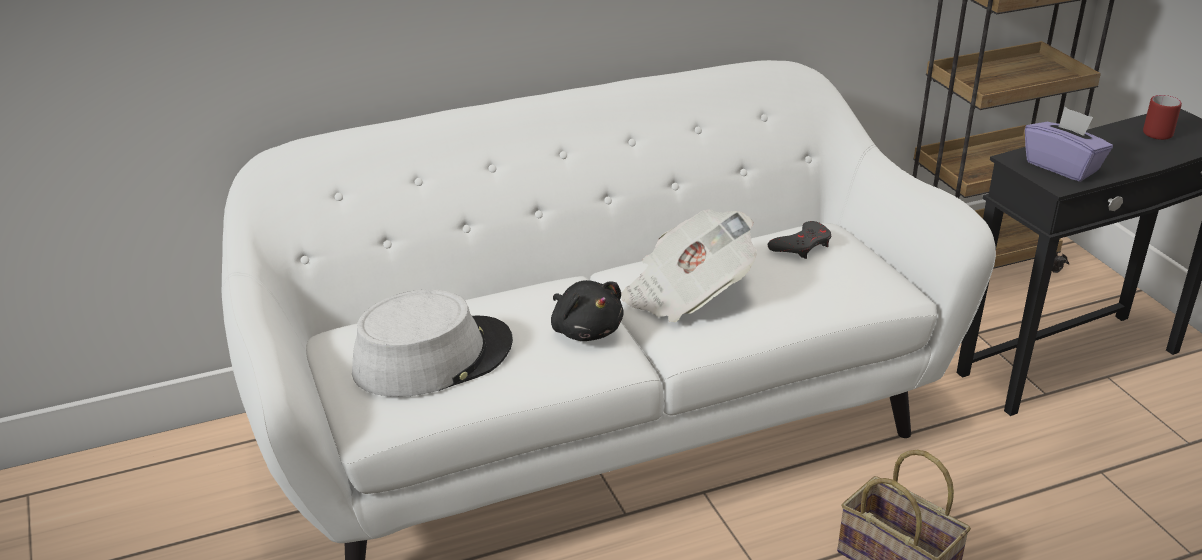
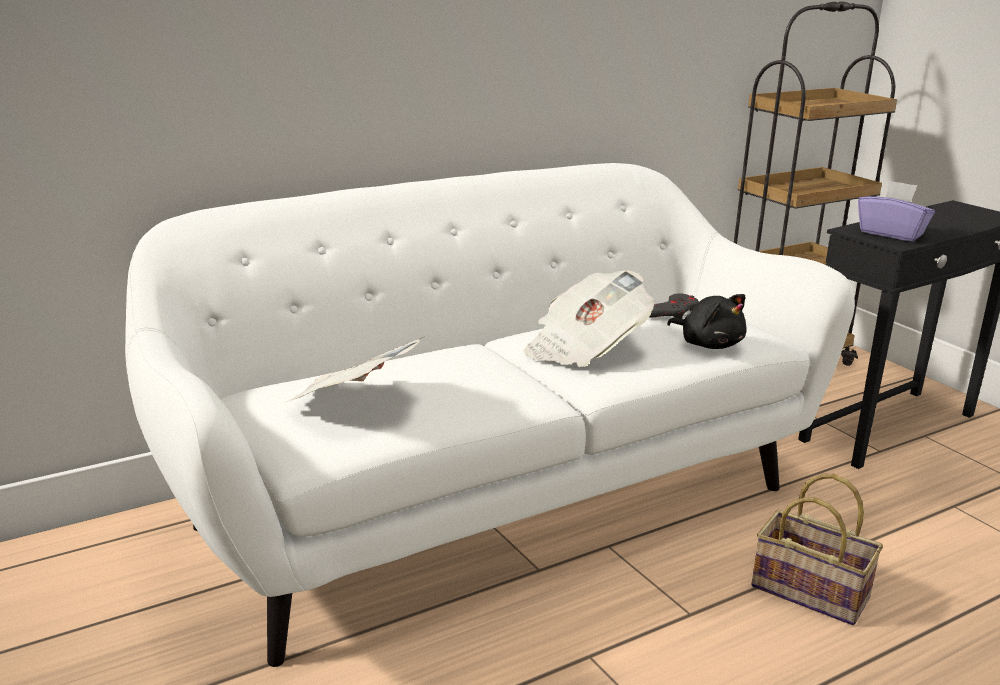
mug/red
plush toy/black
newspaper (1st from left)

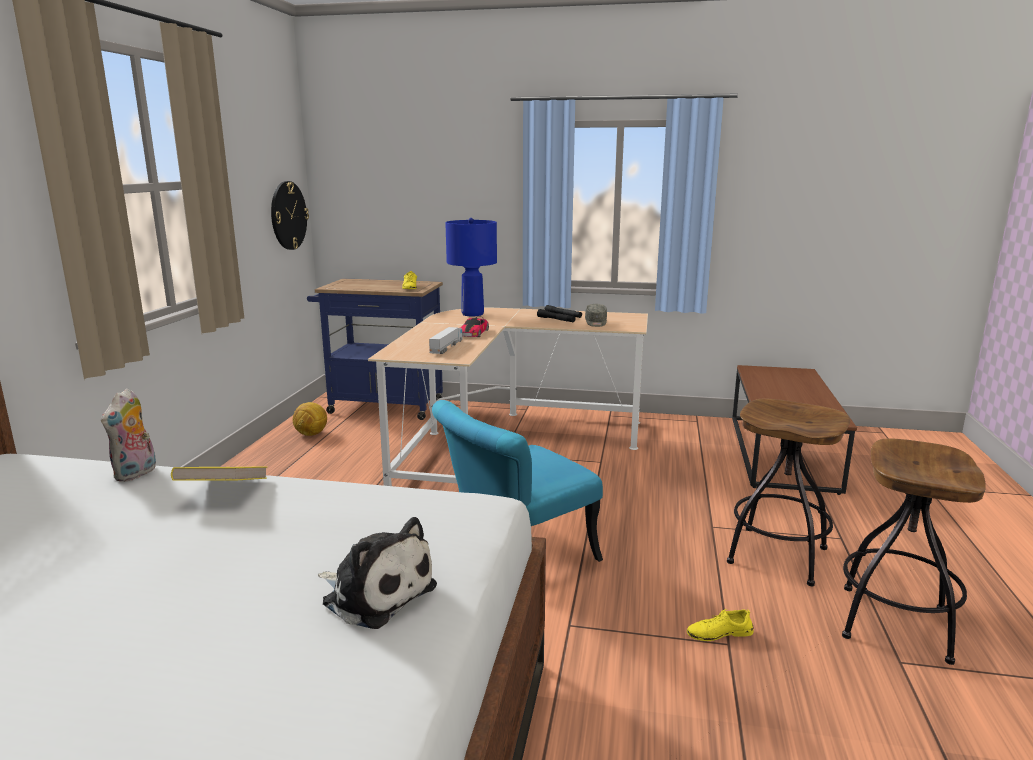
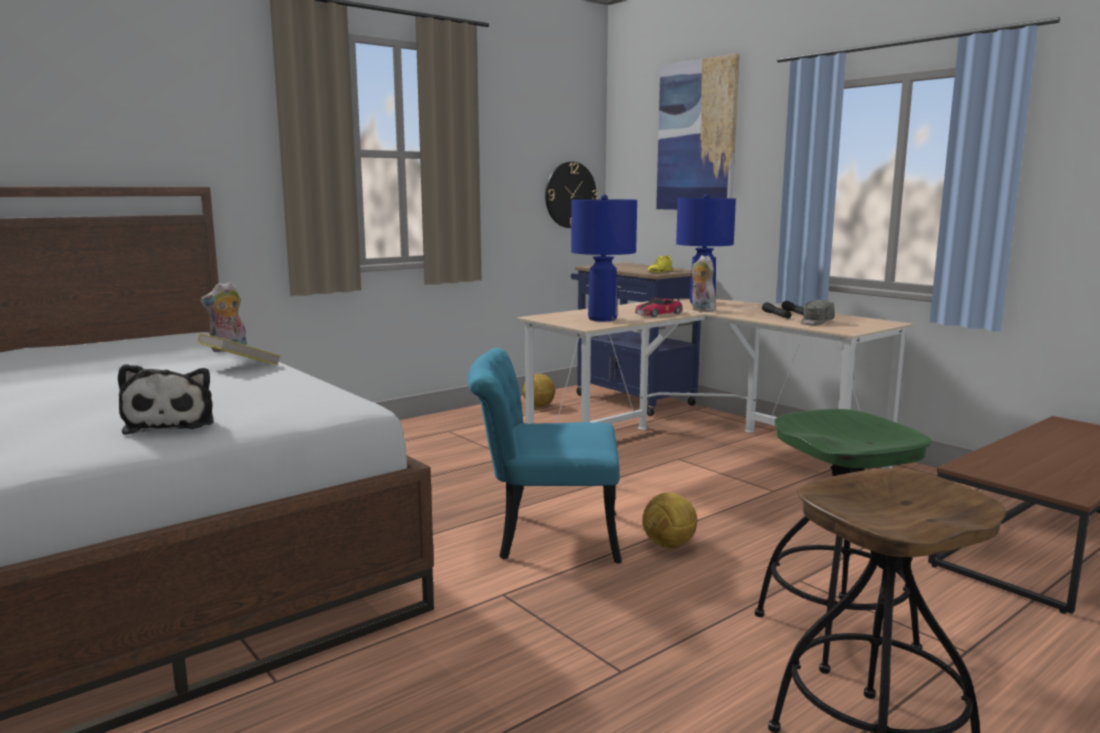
table lamp/blue (1st from left)
stool/green
shoe/yellow (2nd from left in the first image)
picture
plush toy (3rd from left)
football (2nd from left)

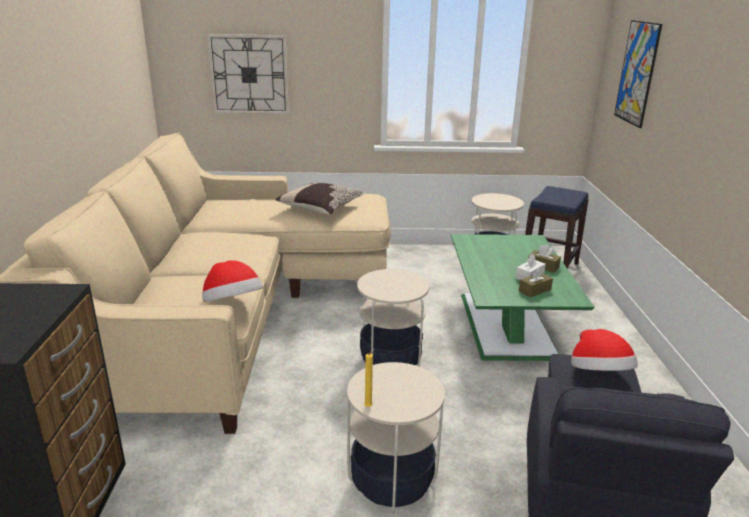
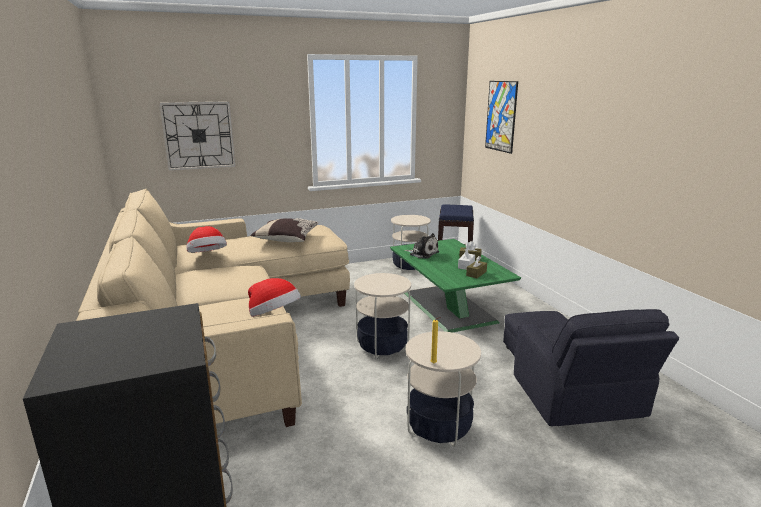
hat (1st from left)
plush toy

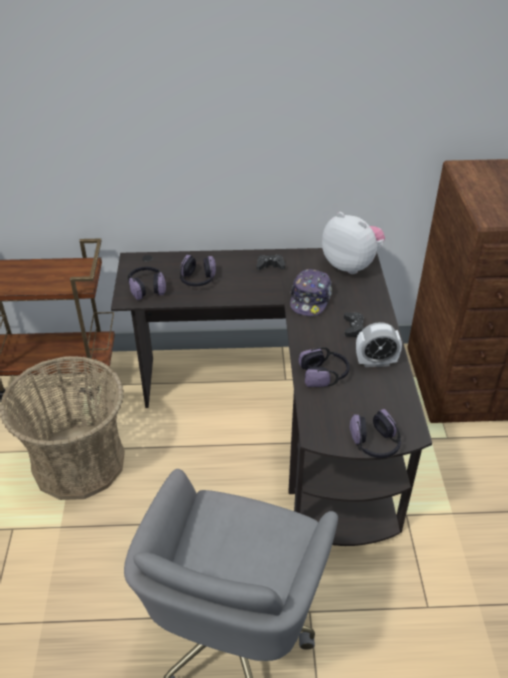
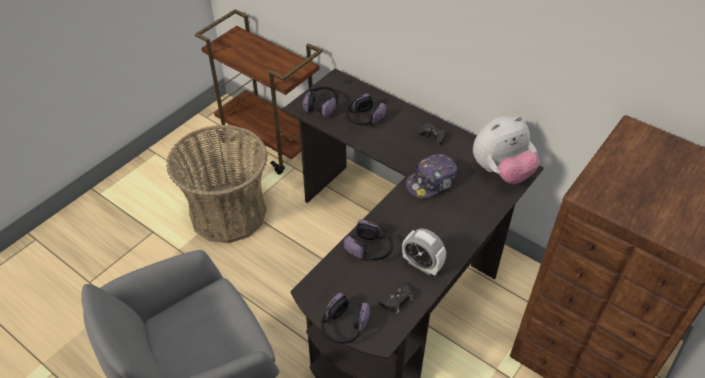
plush toy
game controller/black (1st from left)

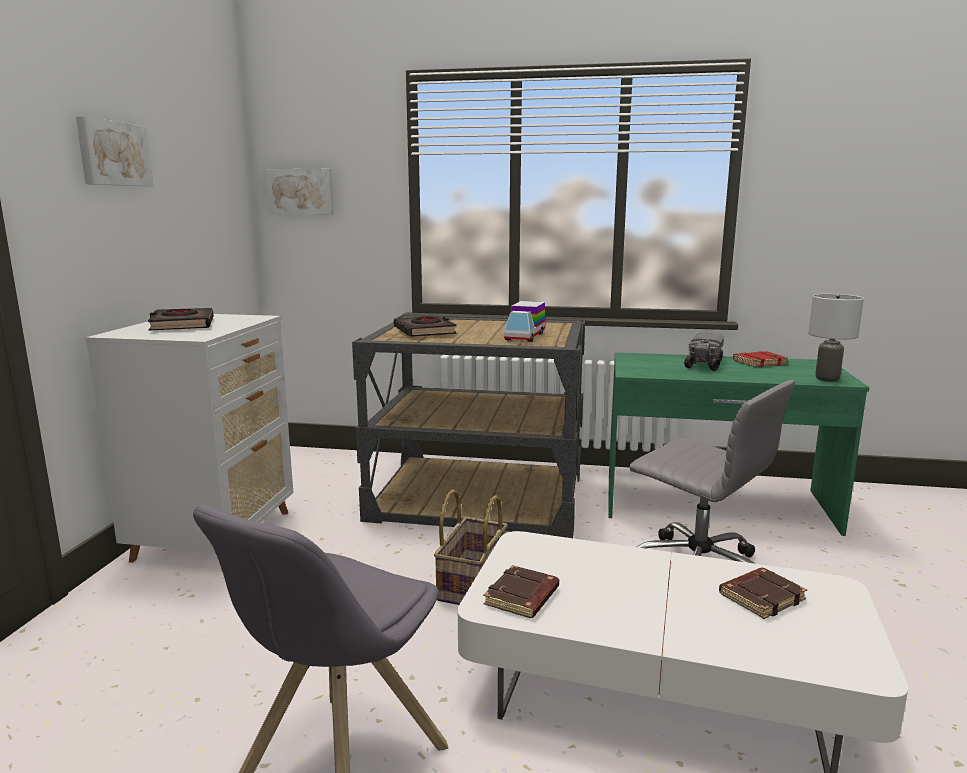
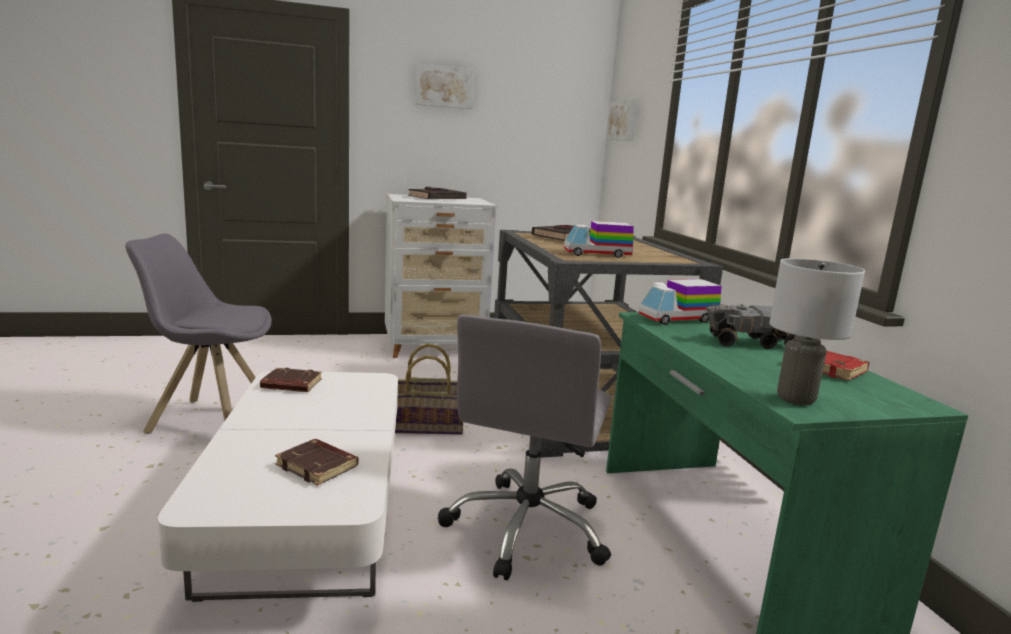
toy truck (2nd from left)

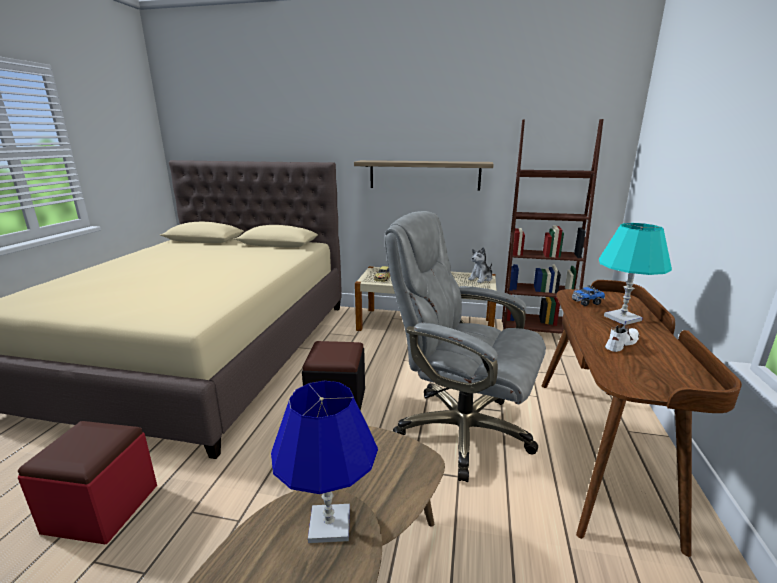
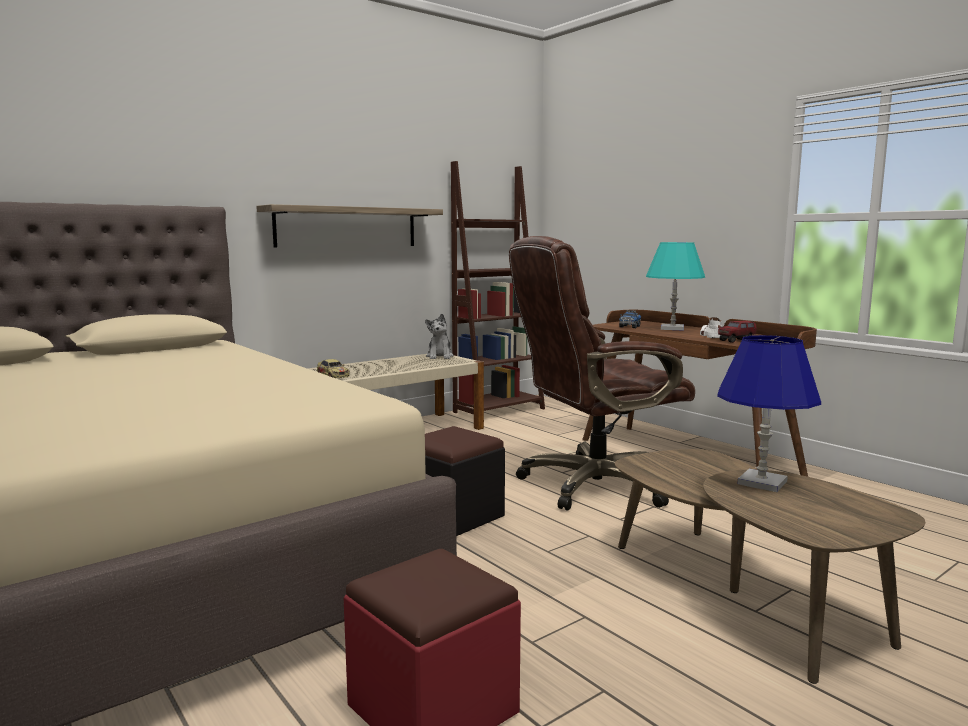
office chair/brown
toy truck (2nd from left)

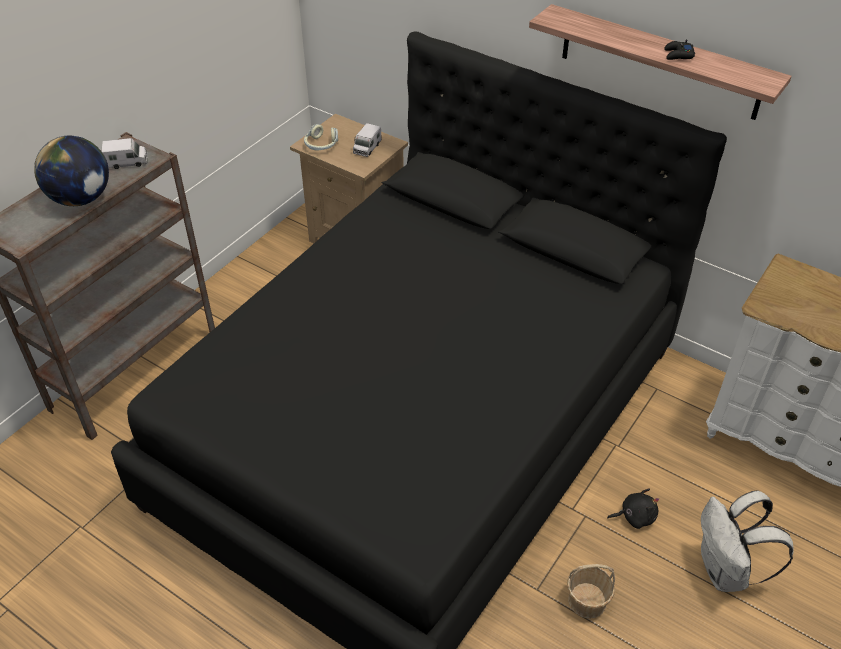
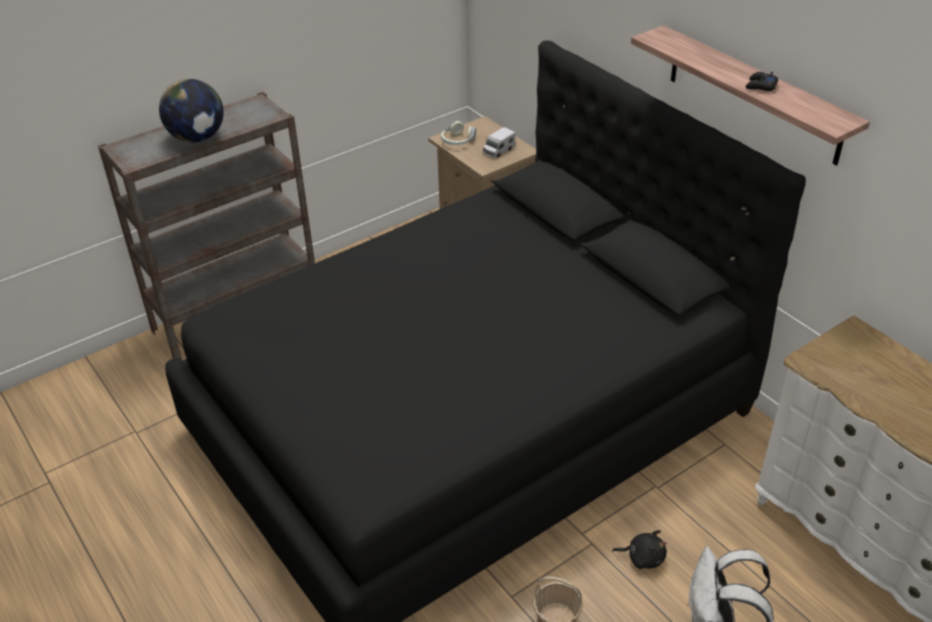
toy truck (1st from left in the first image)

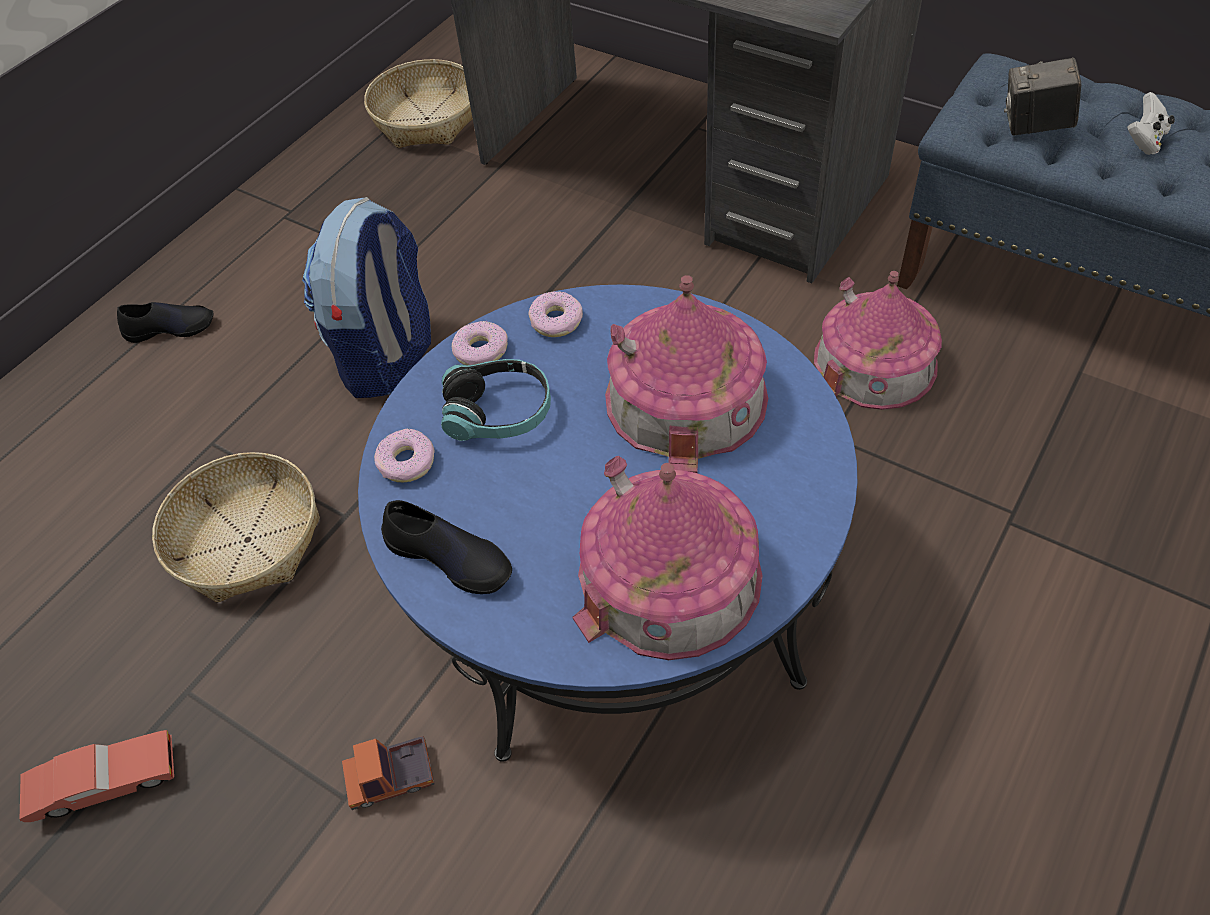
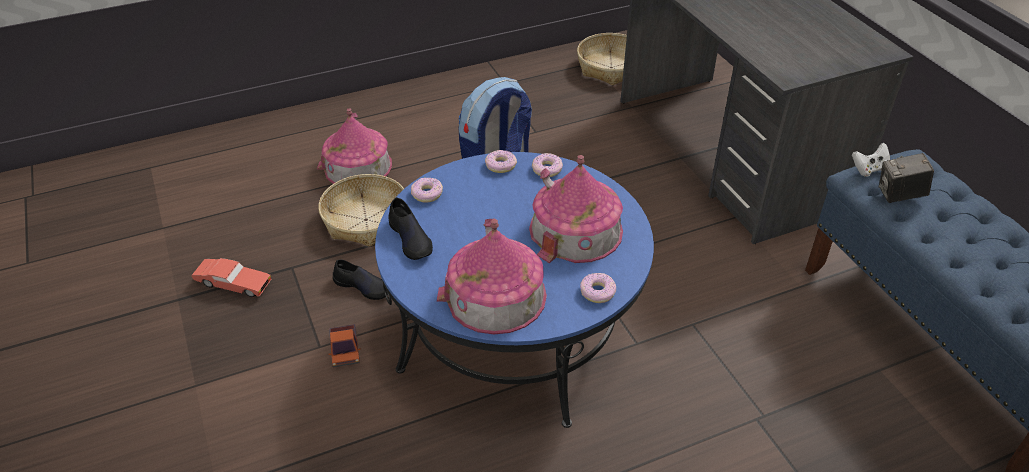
photo camera
game controller/white
toy house (1st from left)
shoe/black (1st from left)
headphones
toy truck
donut (4th from left)

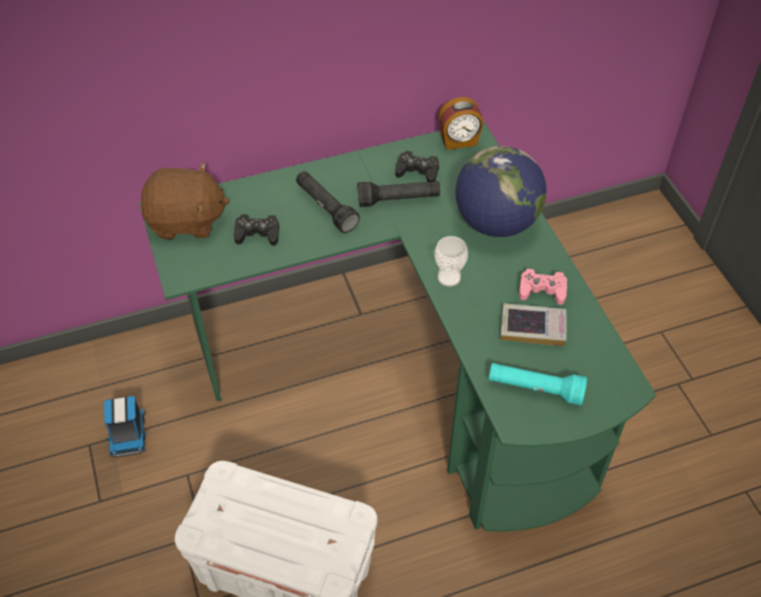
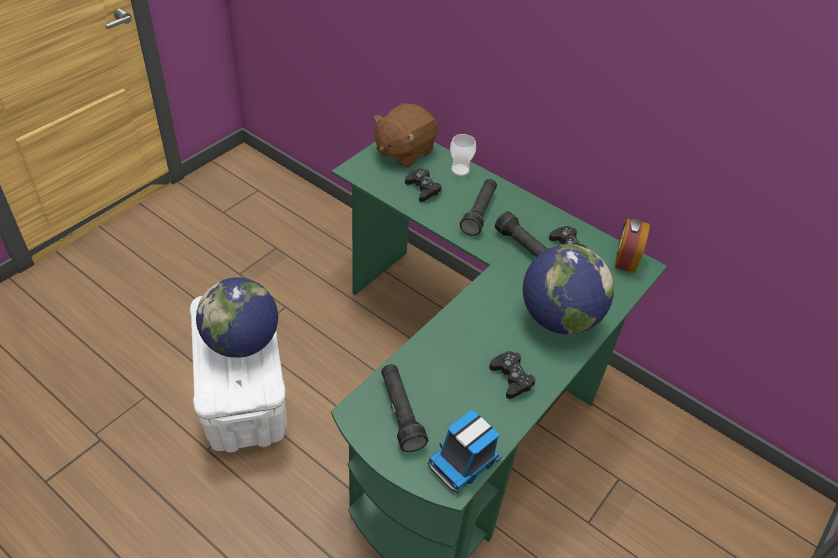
alarm clock
plush toy/brown
cup
game controller/black (2nd from left)
book
flashlight/black (1st from left)
toy truck
globe (1st from left)

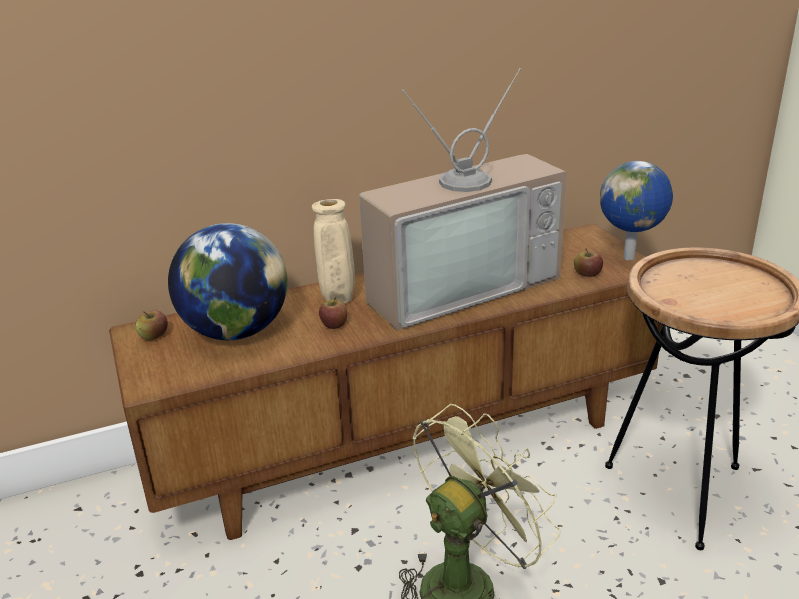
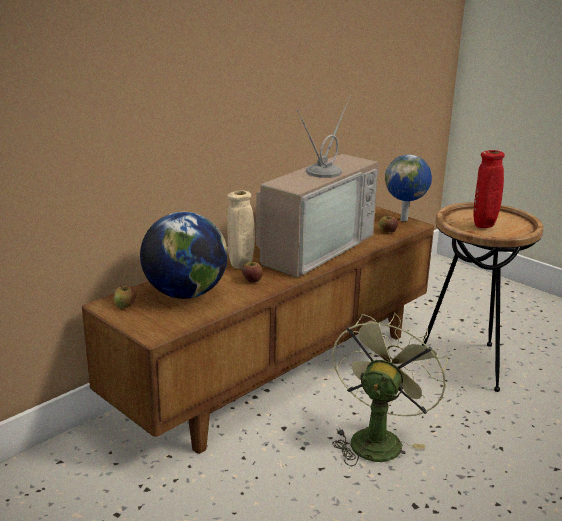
vase/red

